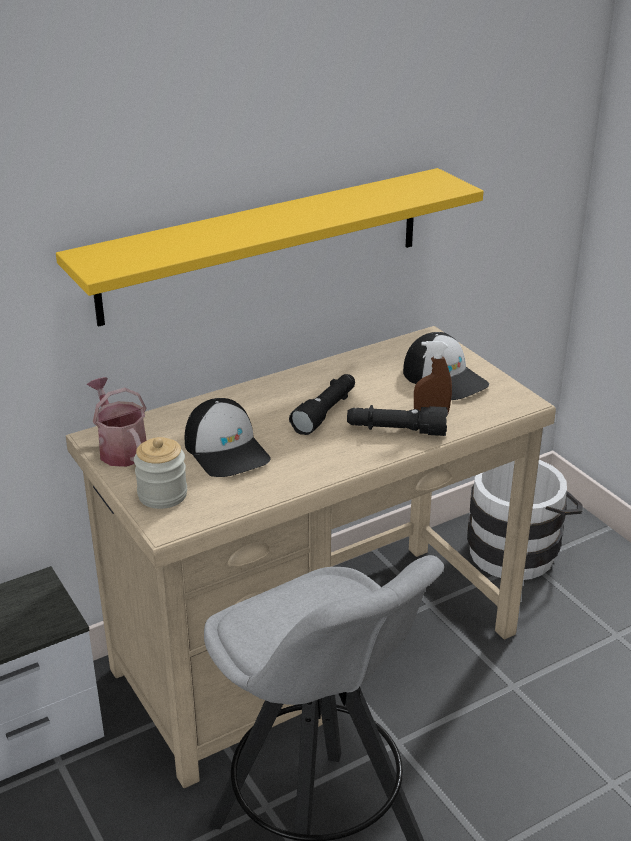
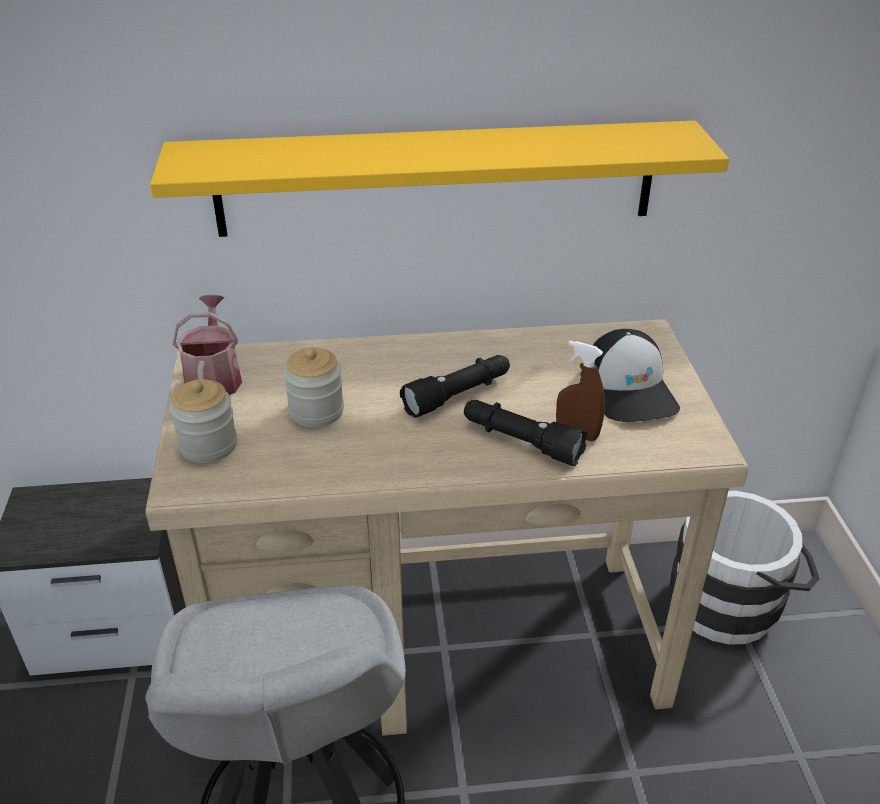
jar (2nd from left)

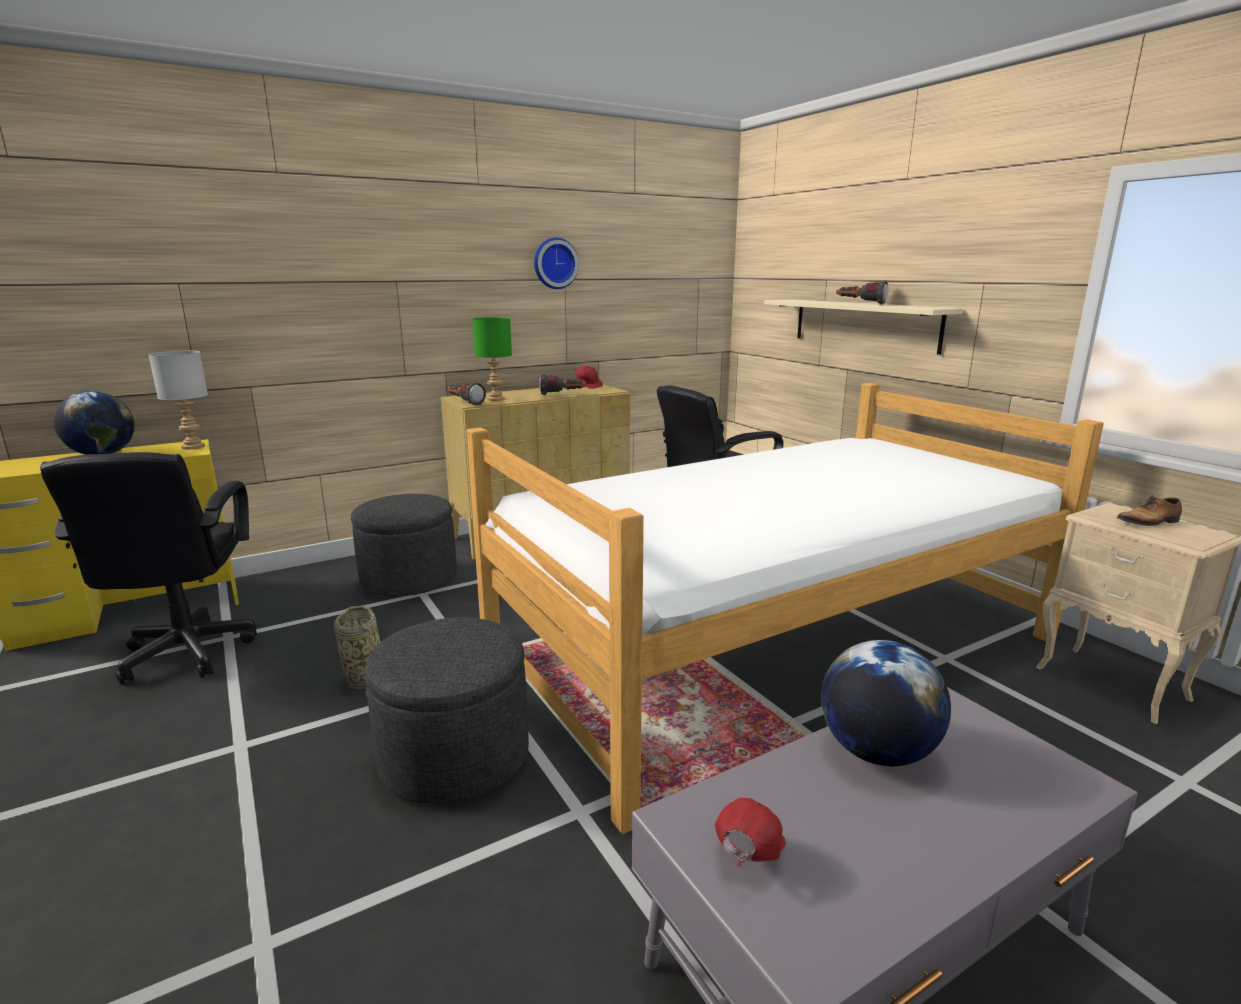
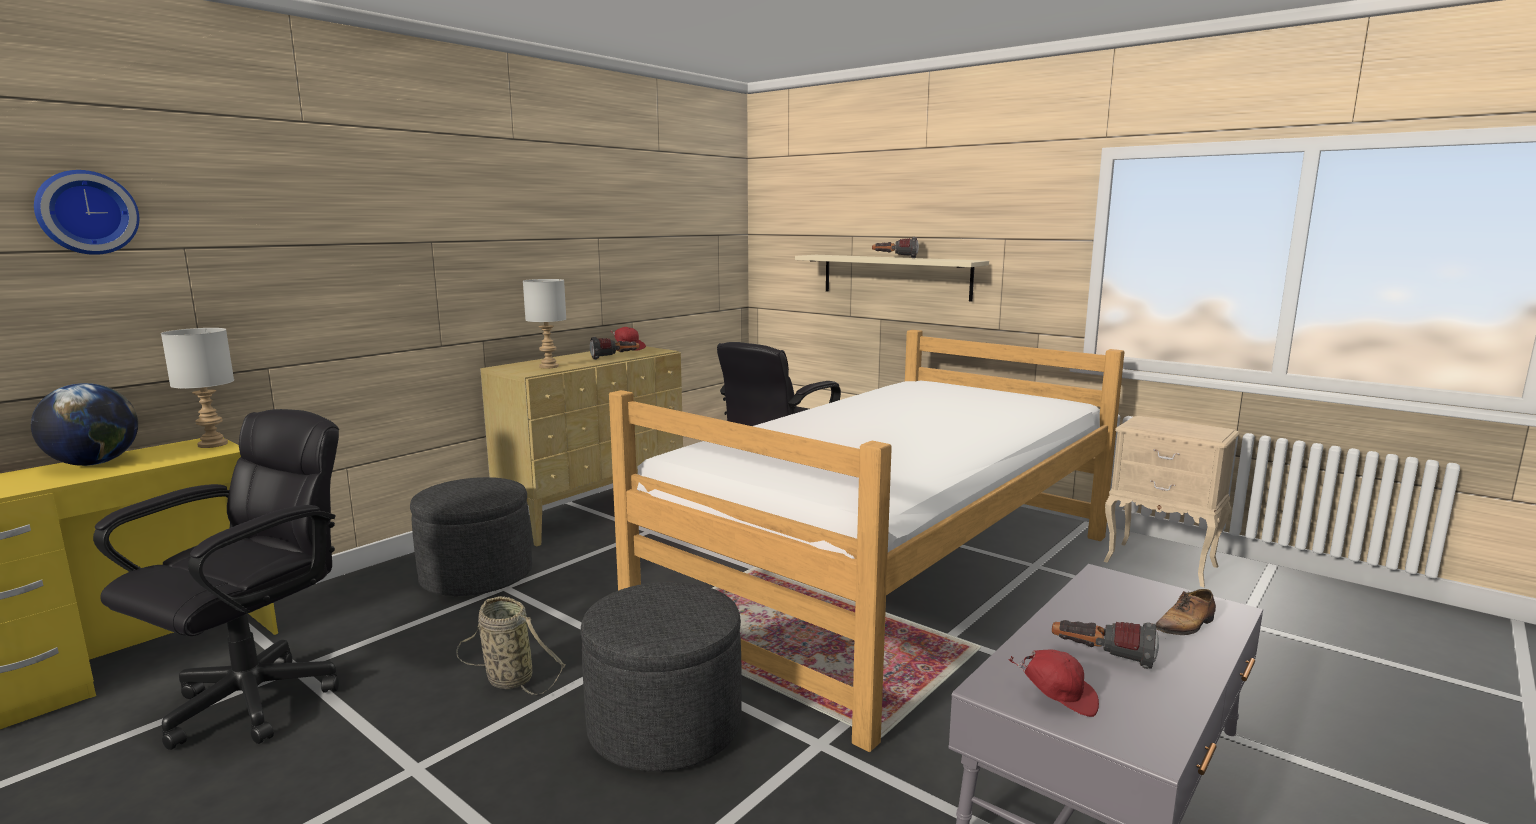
wall clock
table lamp/grey (2nd from left)
flashlight (3rd from left)
office chair/black (1st from left)
shoe
globe (2nd from left in the first image)
cap/red (2nd from left)

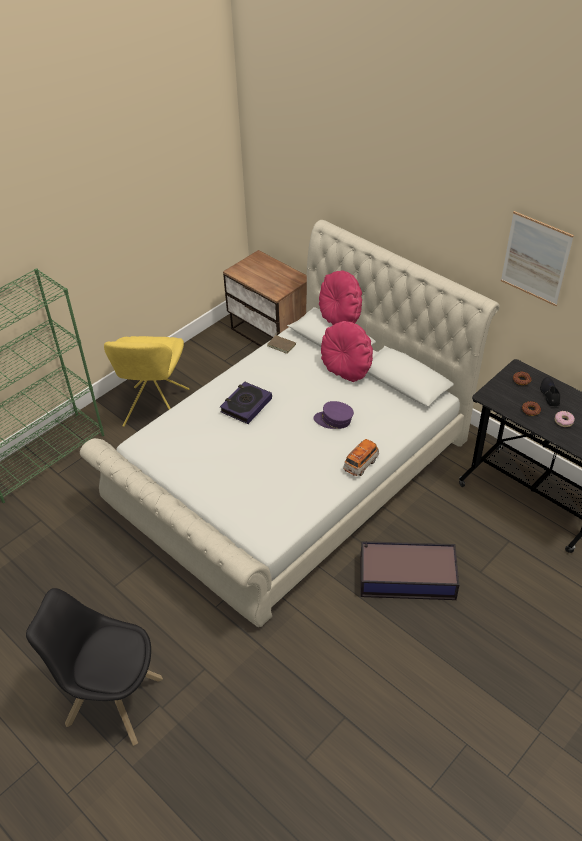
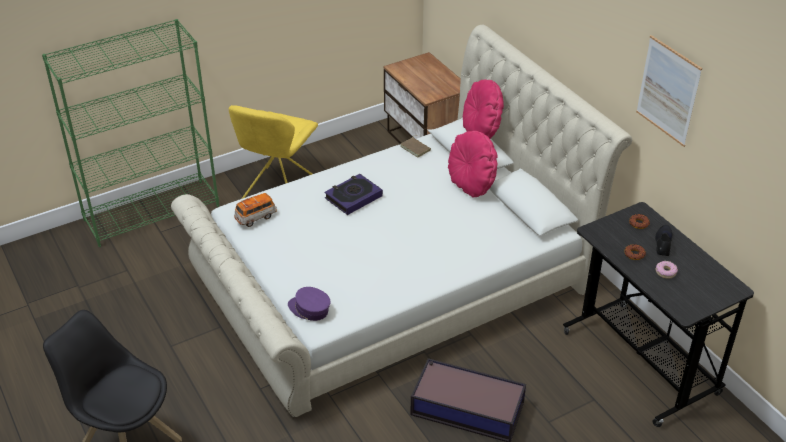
cap/purple
toy car

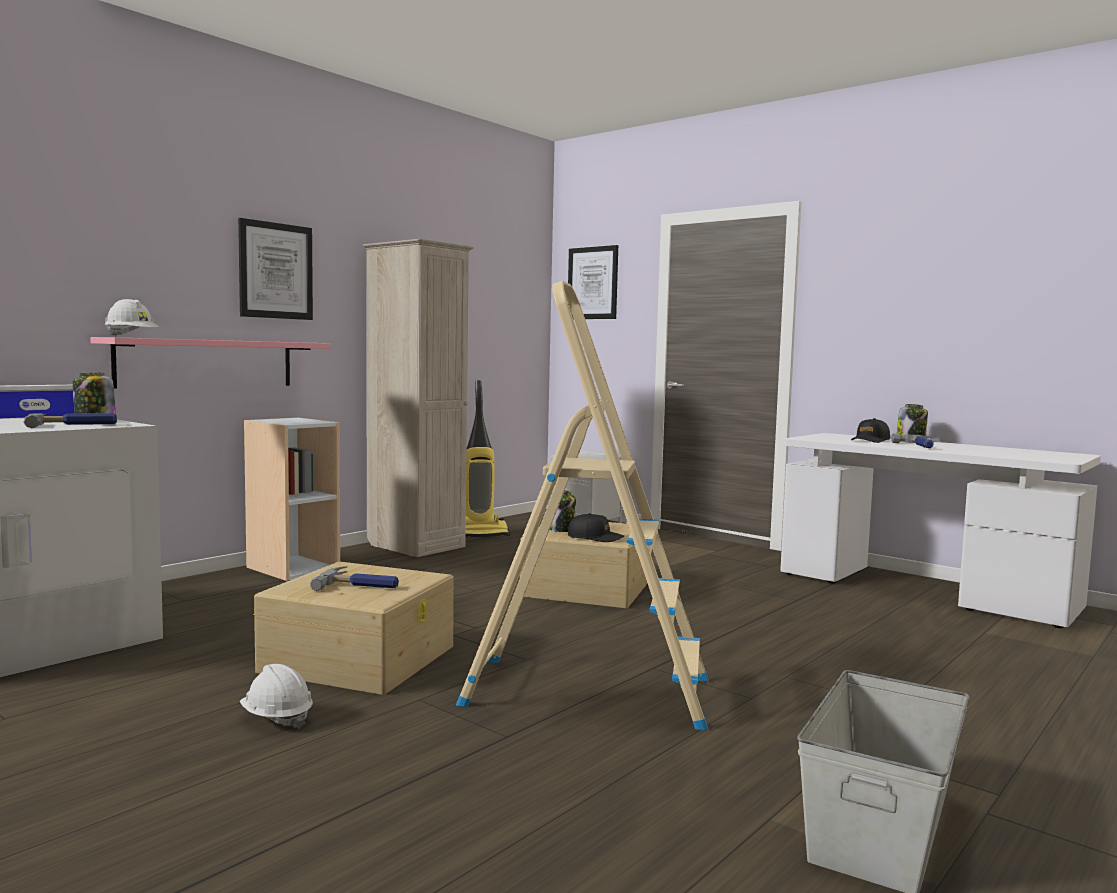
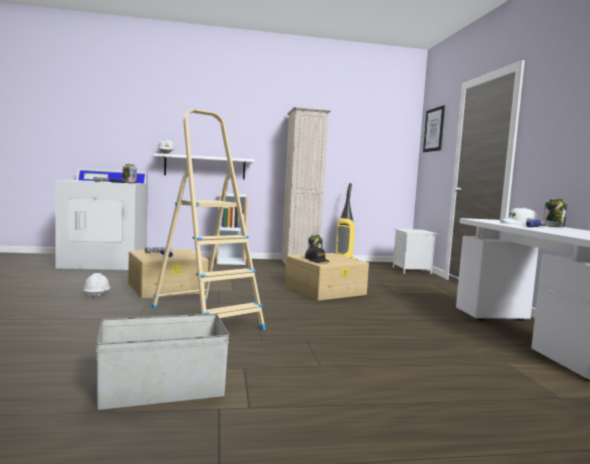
picture (1st from left in the first image)
shelf/white
cap/white

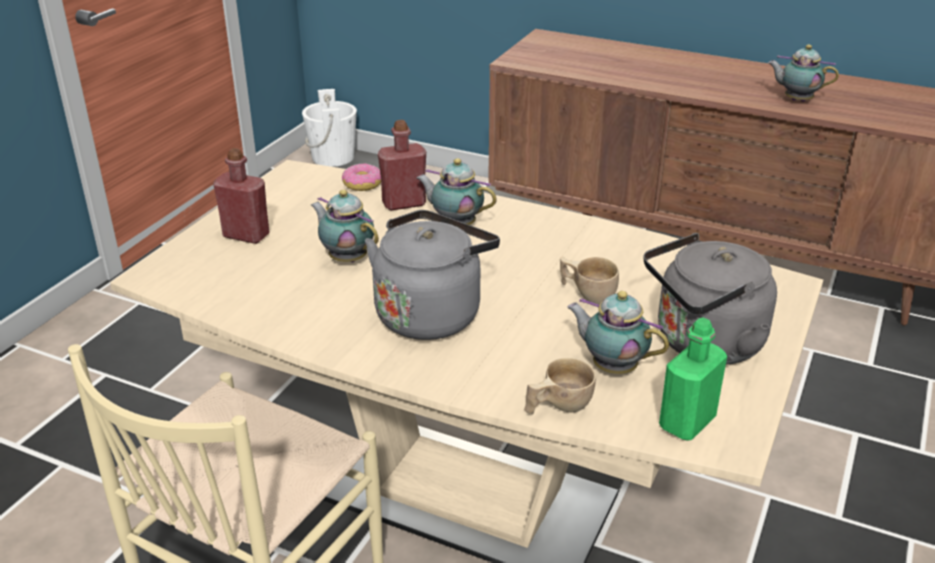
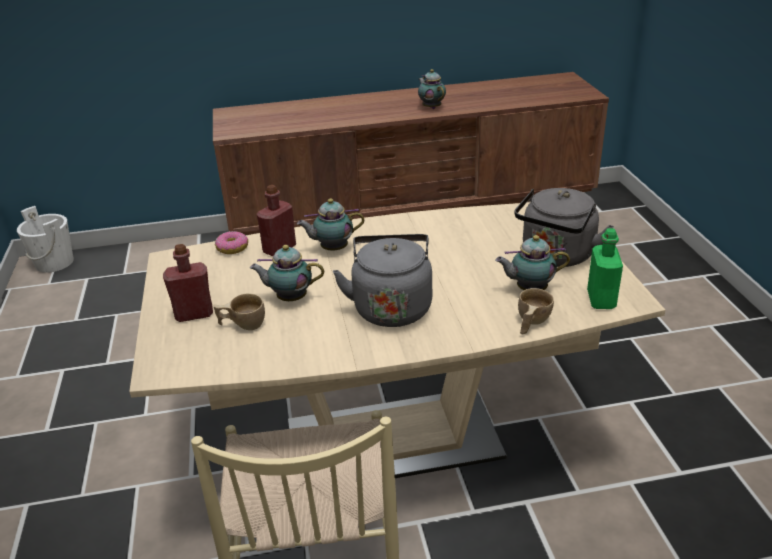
teapot (3rd from left)
cup/beige (1st from left)

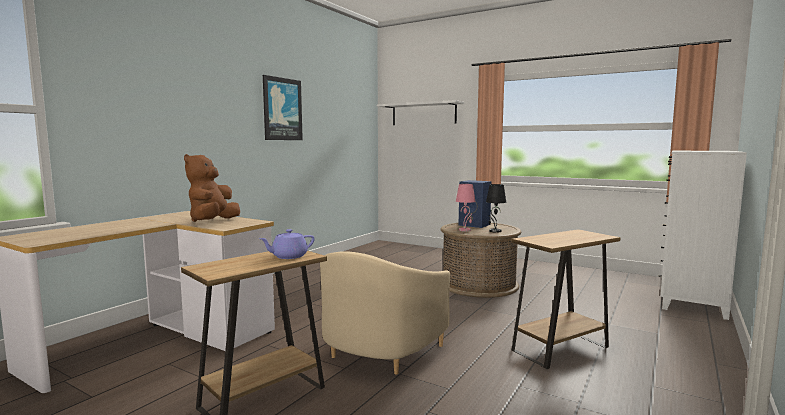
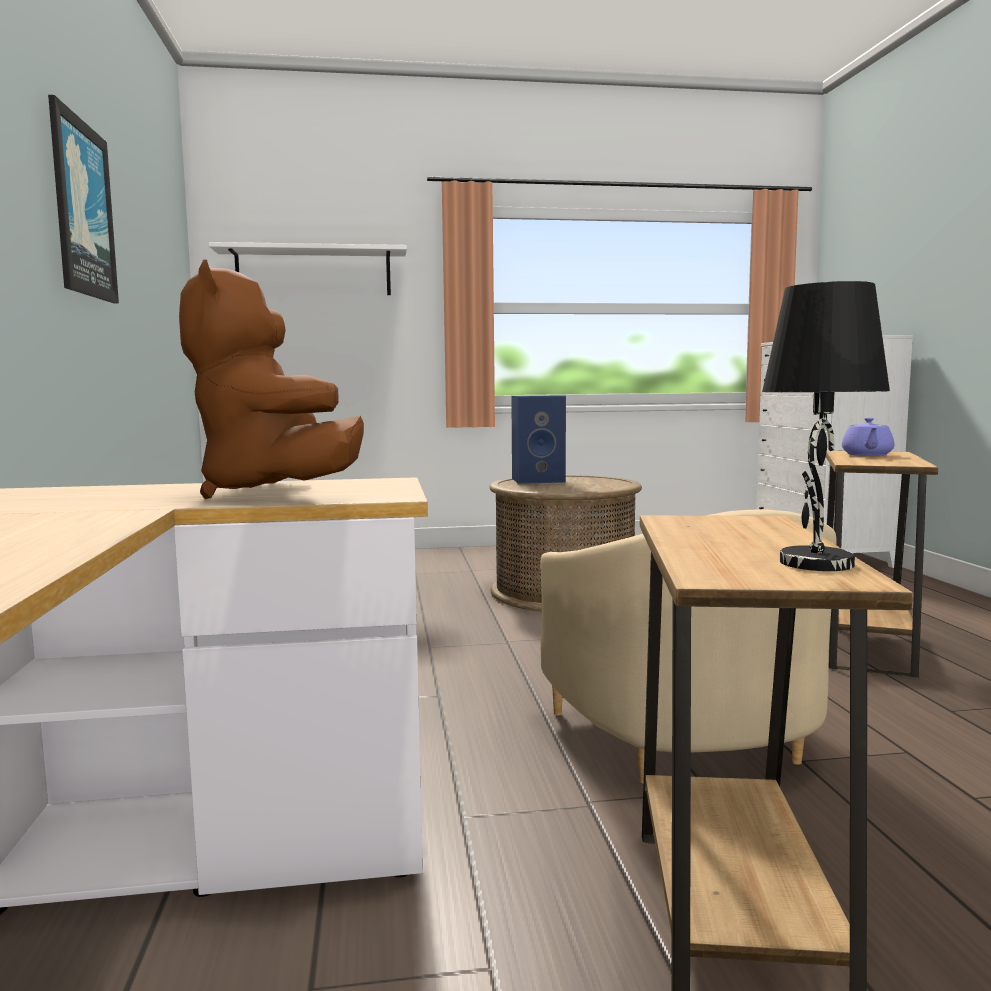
table lamp/pink
table lamp/black
teapot/purple

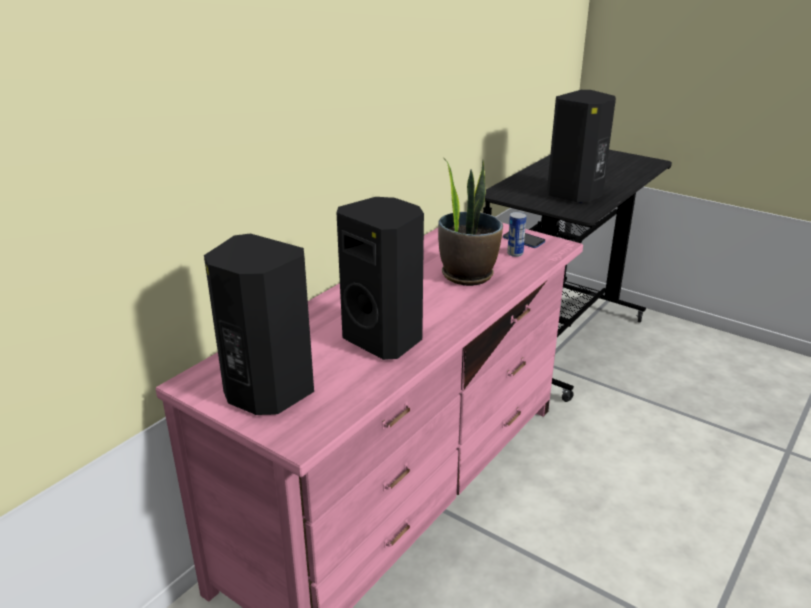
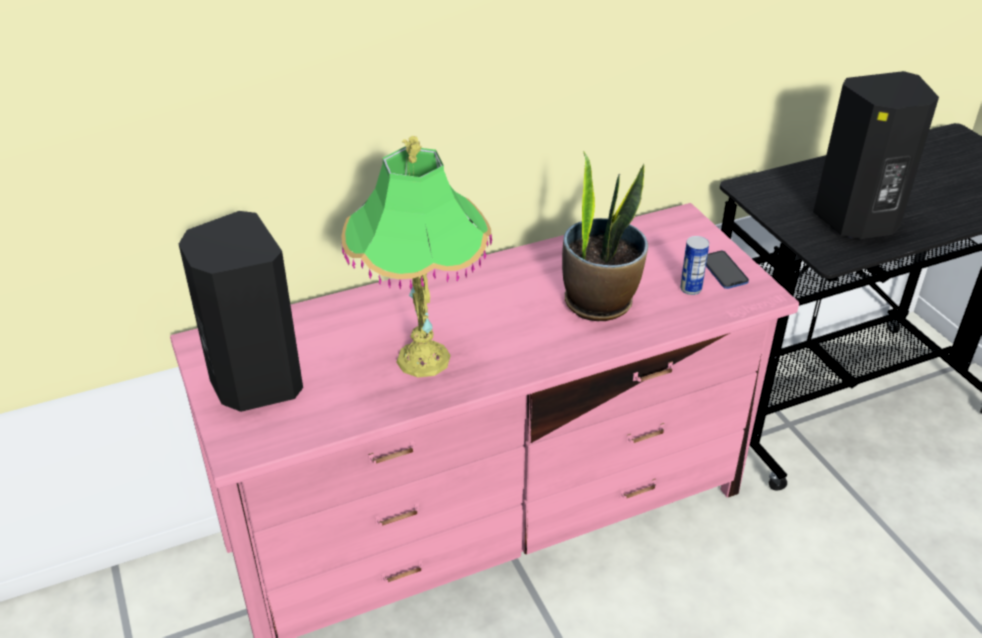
table lamp

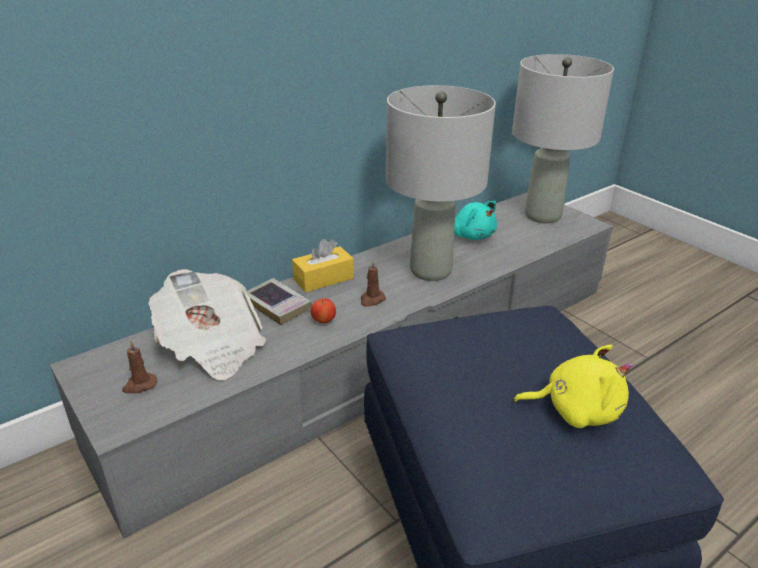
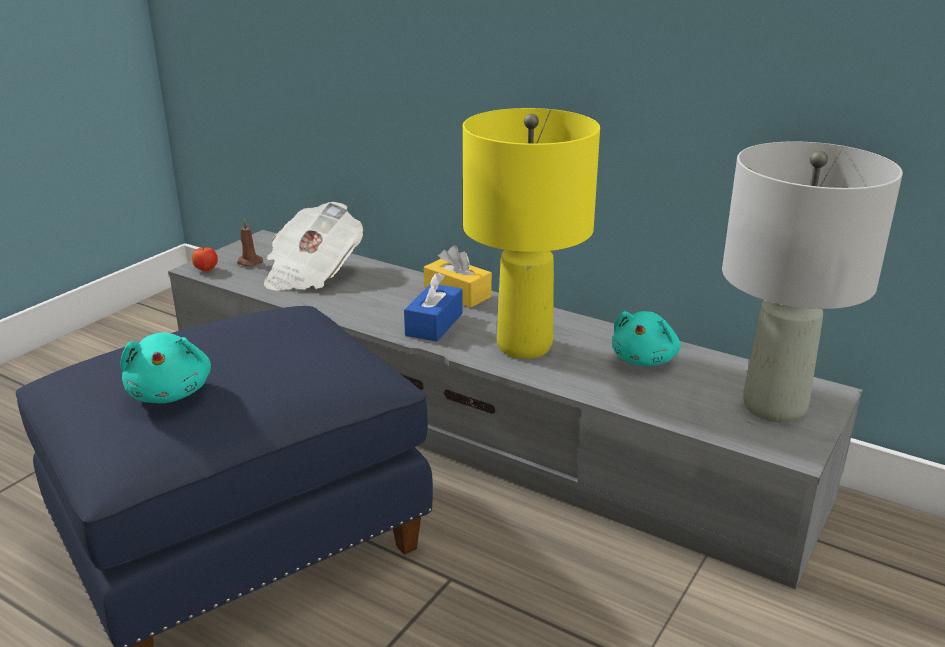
table lamp/yellow
tissue box/blue
book
apple
plush toy/turquoise (1st from left)

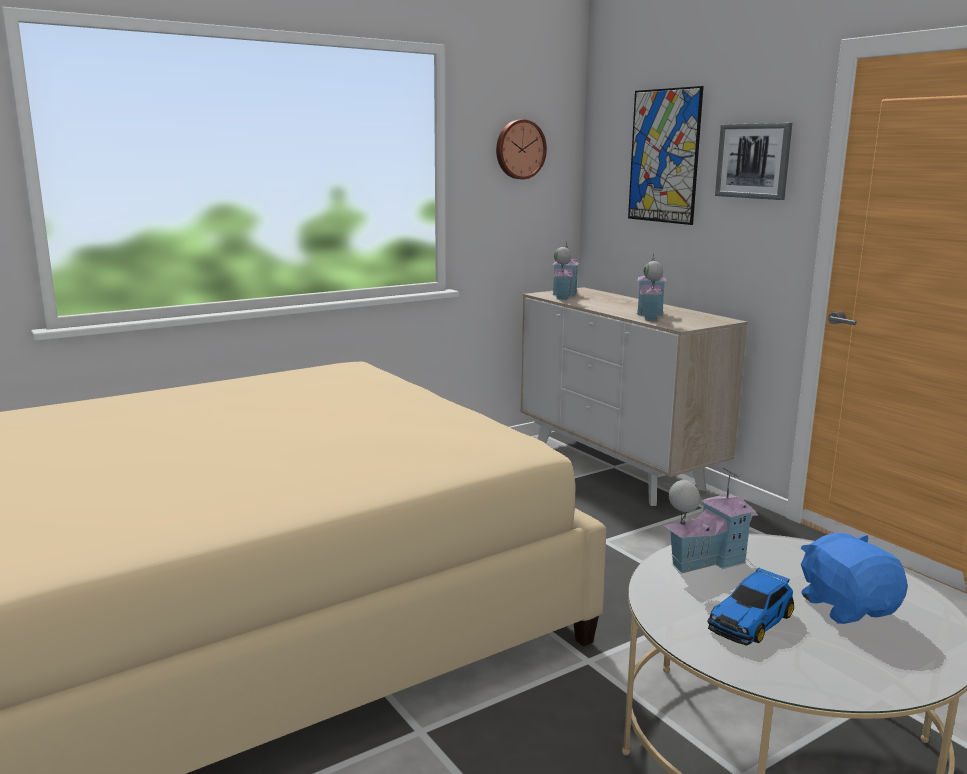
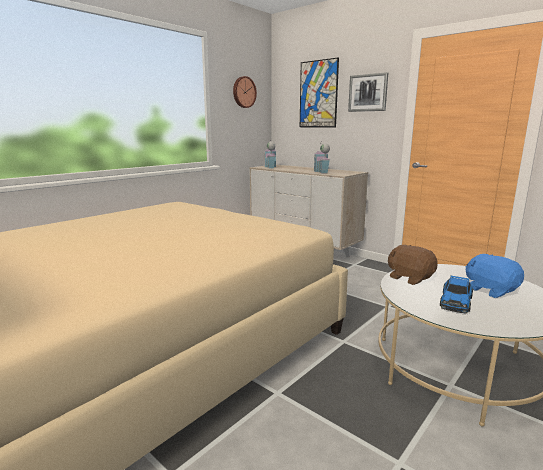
plush toy/brown

